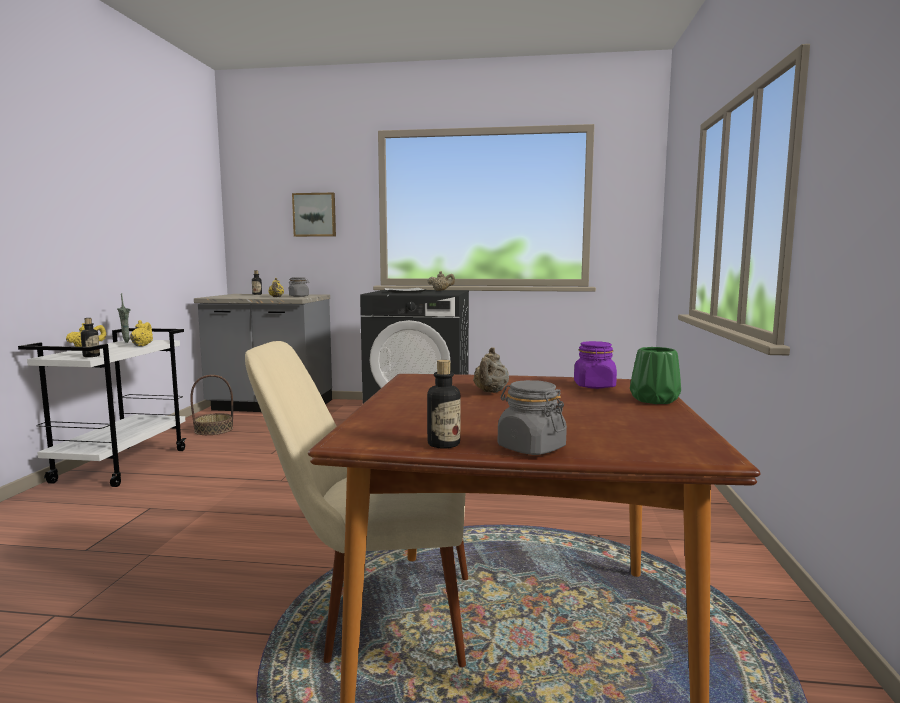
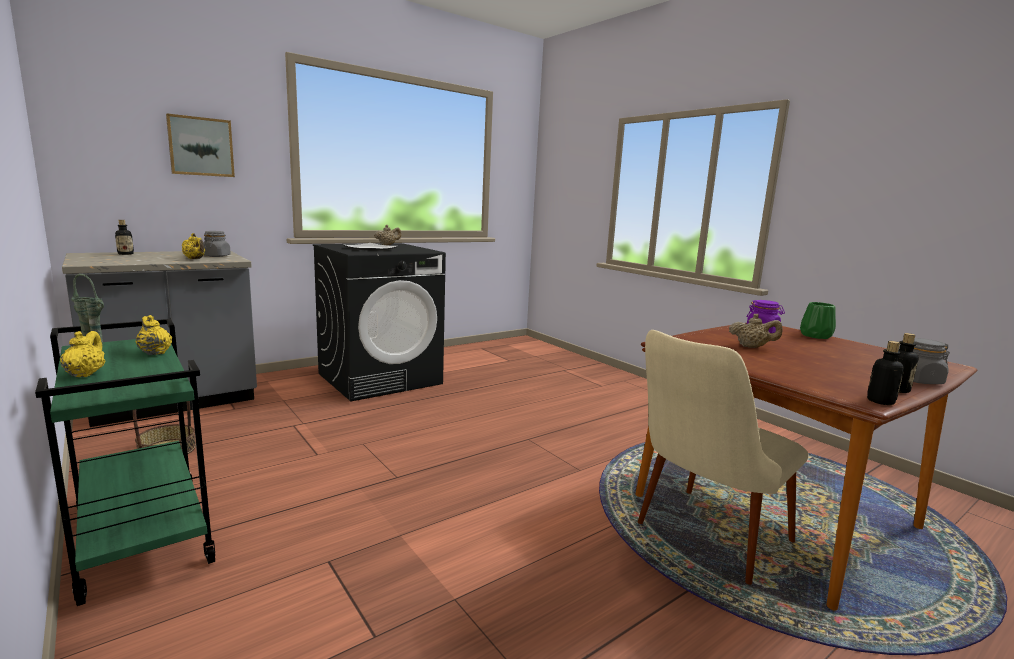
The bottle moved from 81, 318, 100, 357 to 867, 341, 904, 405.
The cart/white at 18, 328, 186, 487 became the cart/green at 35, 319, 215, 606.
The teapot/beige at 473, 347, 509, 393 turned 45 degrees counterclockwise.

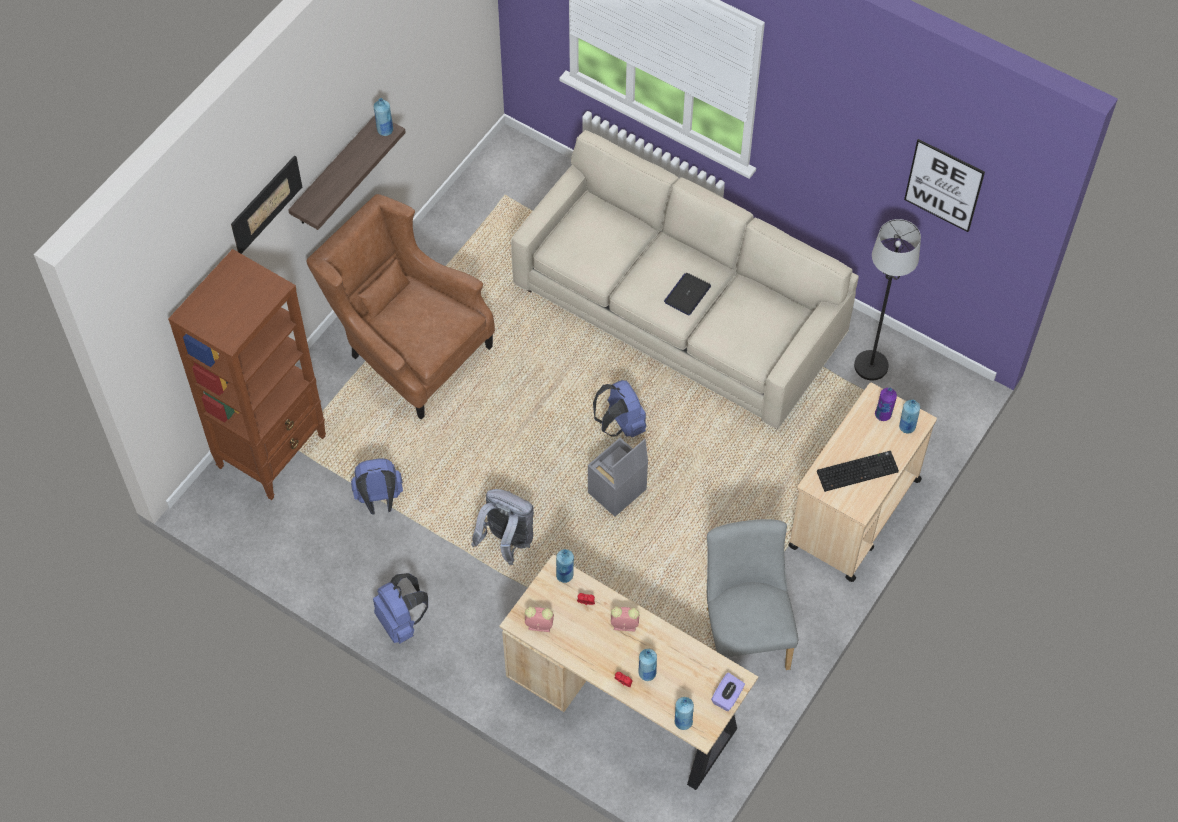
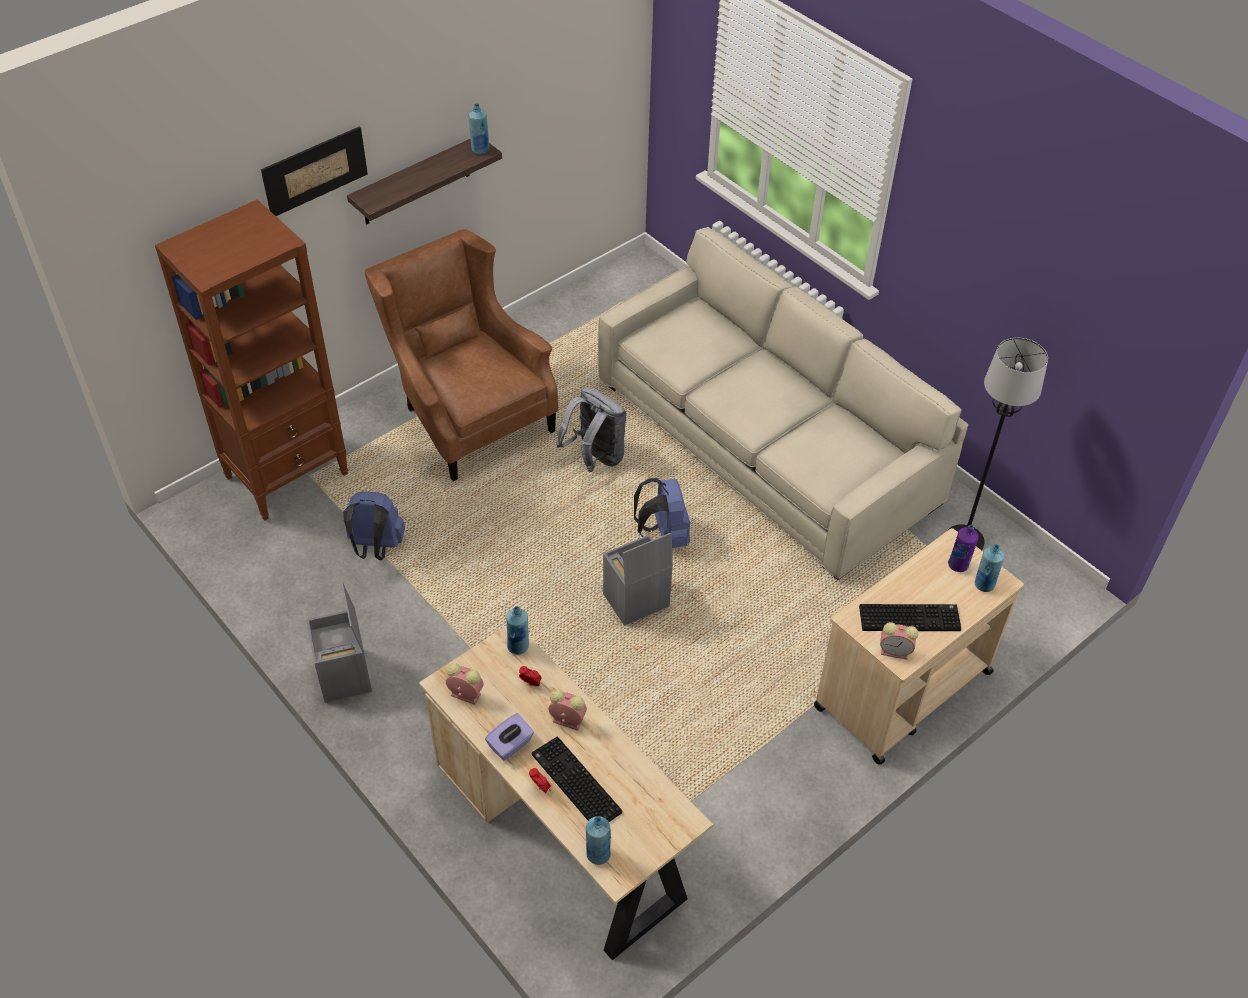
The laptop at 664, 273, 711, 316 disappeared.
The chair/grey at 707, 519, 798, 670 disappeared.
The picture at 904, 139, 985, 232 disappeared.
The alarm clock at 880, 622, 918, 660 appeared.
The backpack/grey moved from 471, 489, 534, 565 to 556, 388, 627, 472.
The tissue box/purple moved from 711, 672, 745, 711 to 485, 713, 534, 761.
The backpack/blue at 373, 573, 428, 644 was replaced by the storage box/grey at 306, 581, 372, 703.
The bottle/blue at 639, 649, 657, 681 was replaced by the keyboard at 532, 736, 622, 822.

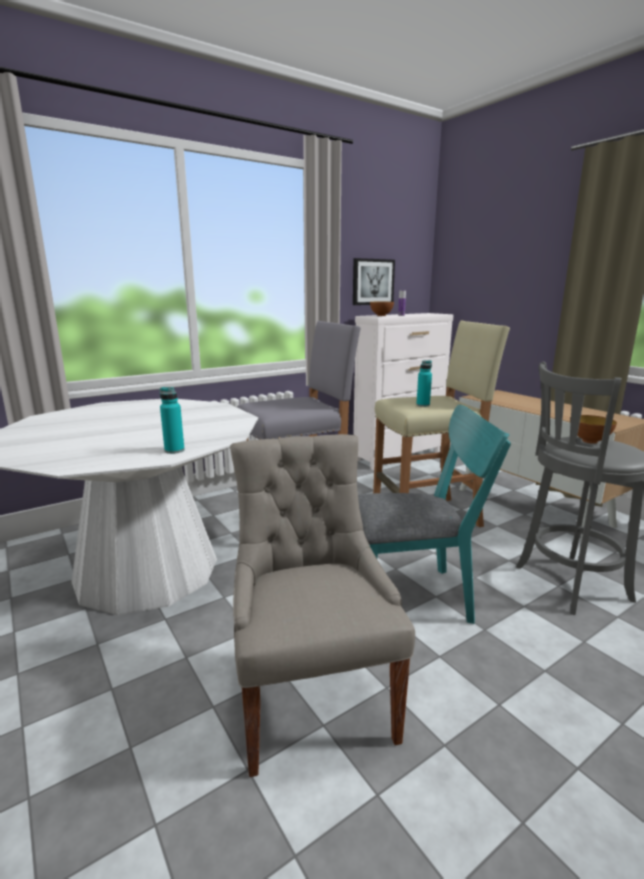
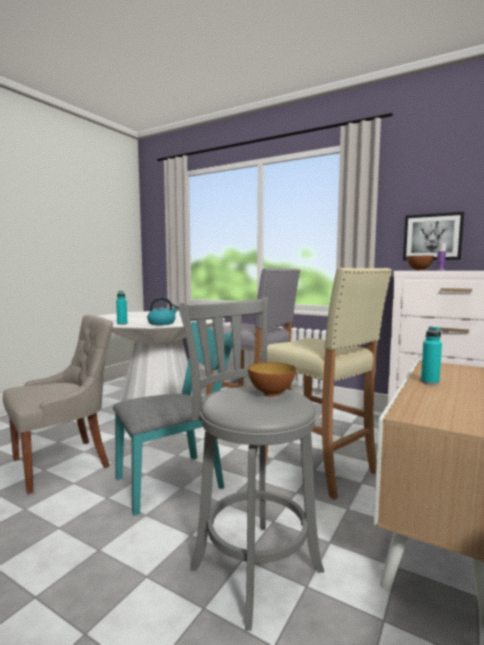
The kettle at 147, 297, 179, 325 appeared.
The bottle/turquoise moved from 416, 360, 432, 407 to 421, 326, 442, 385.
The chair/turquoise at 358, 405, 511, 624 turned 90 degrees counterclockwise.

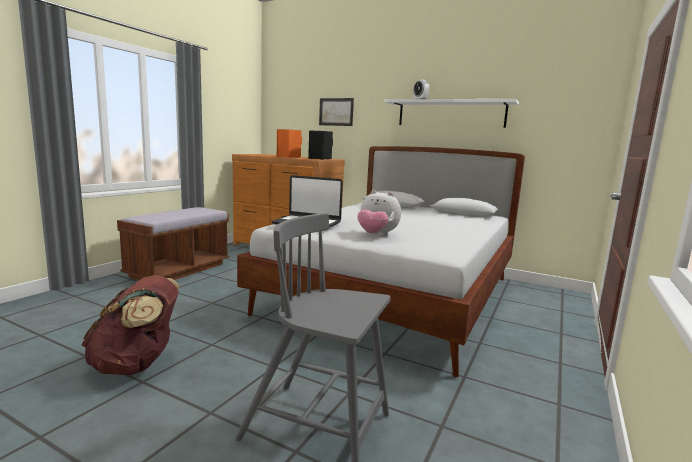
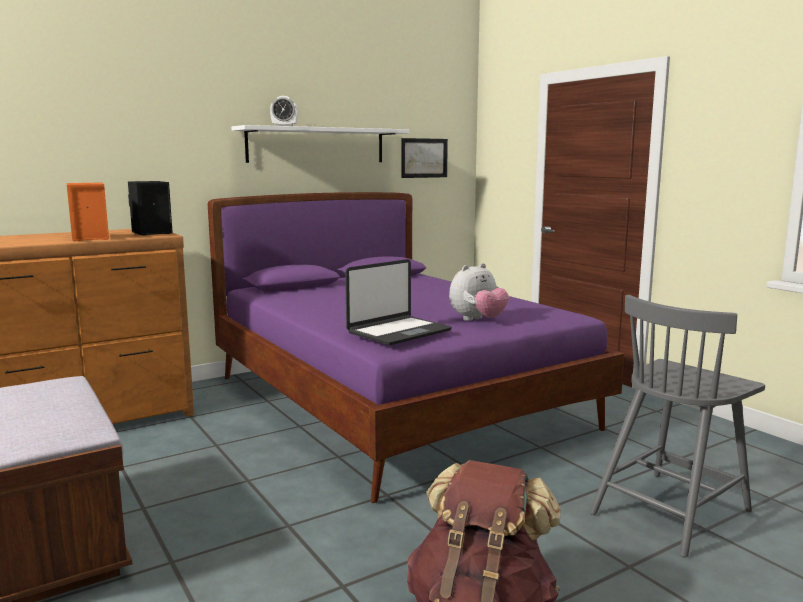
The picture moved from 319, 98, 354, 126 to 401, 138, 448, 178.
The bed/white at 237, 146, 525, 377 became the bed/purple at 208, 192, 624, 503.

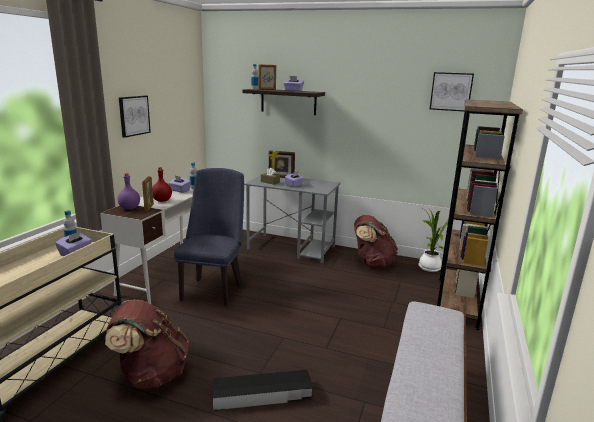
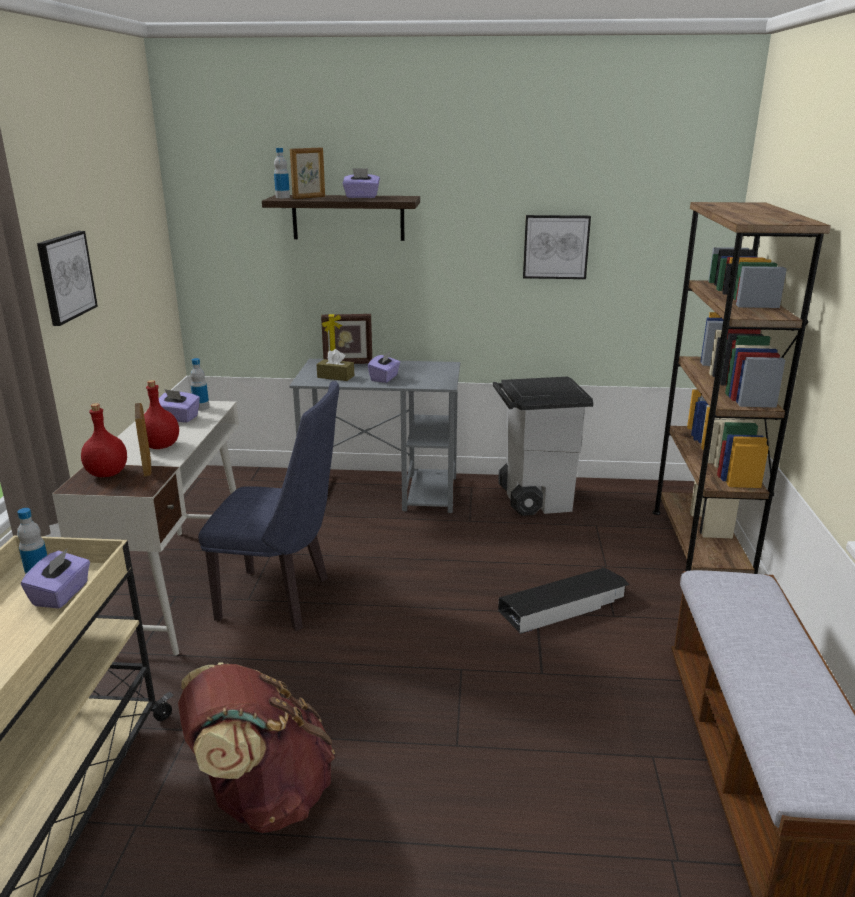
The potted plant at 419, 209, 448, 272 disappeared.
The storage box/black moved from 213, 370, 313, 410 to 498, 568, 630, 634.
The picture moved from 430, 72, 474, 112 to 523, 215, 591, 279.
The backpack/brown at 354, 215, 398, 267 was replaced by the trash can/grey at 493, 377, 593, 516.
The bottle/purple at 117, 173, 140, 210 became the bottle/red at 81, 403, 127, 477.
The chair/blue at 174, 168, 244, 307 turned 105 degrees clockwise.

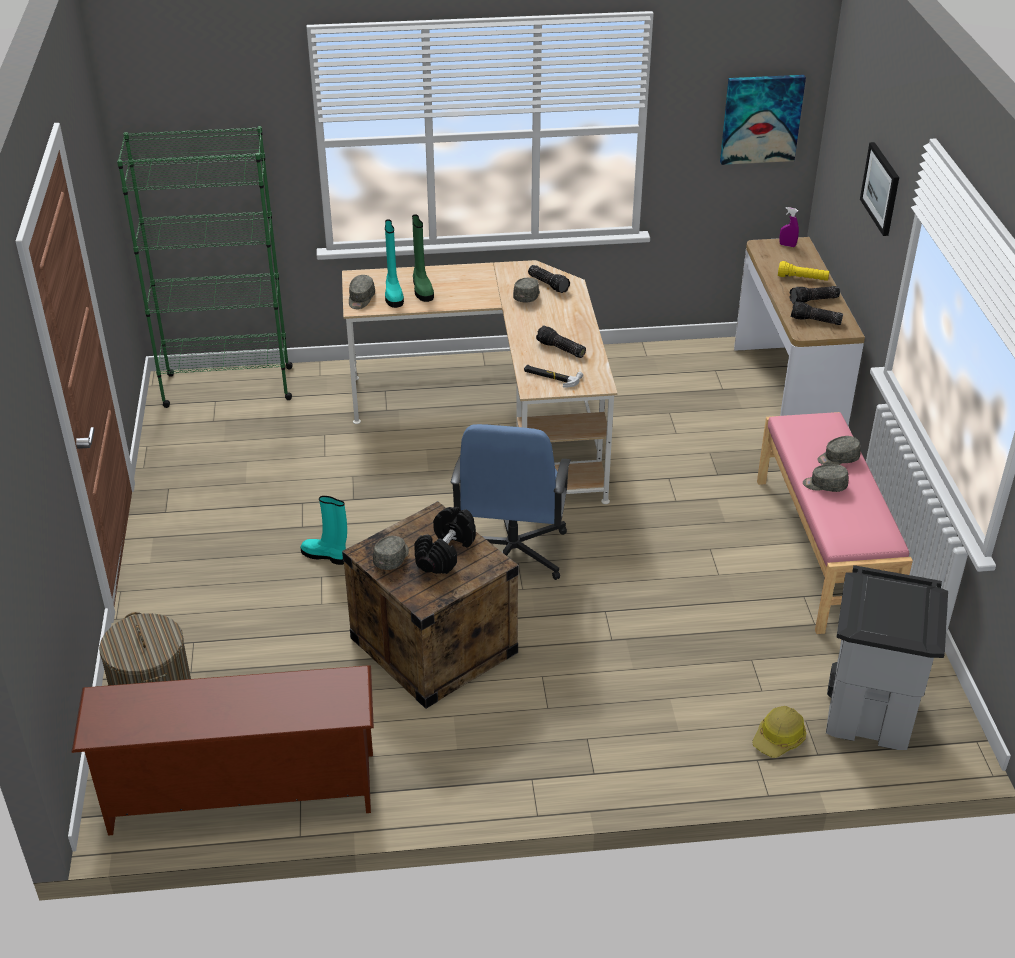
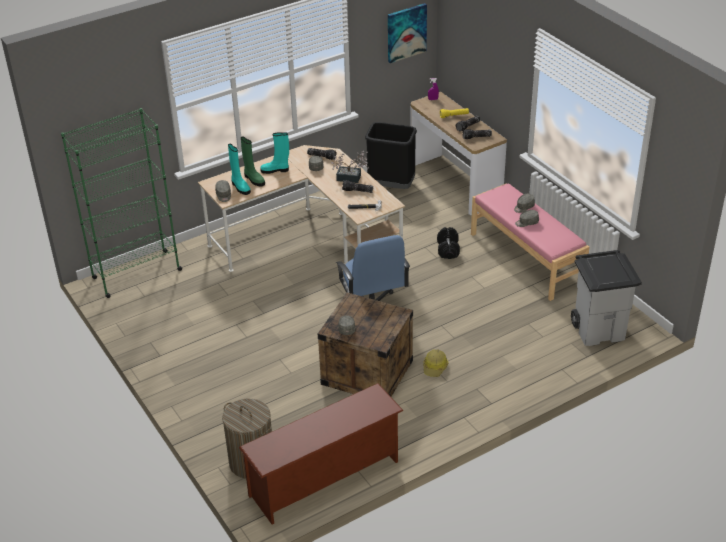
The picture at 860, 142, 899, 236 disappeared.
The potted plant at 331, 151, 369, 183 appeared.
The trash can/black at 365, 122, 417, 189 appeared.
The boot/turquoise moved from 301, 496, 347, 565 to 260, 132, 289, 174.
The dumbbell/black moved from 414, 507, 476, 574 to 437, 227, 460, 259.
The hard hat moved from 752, 706, 806, 758 to 423, 350, 448, 377.

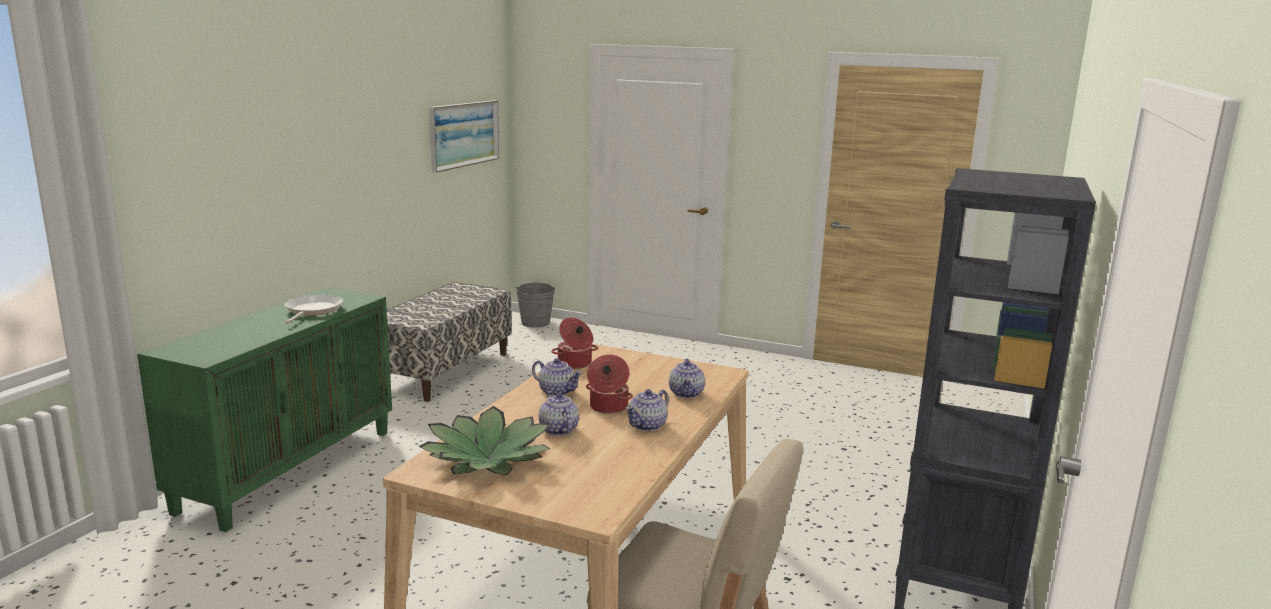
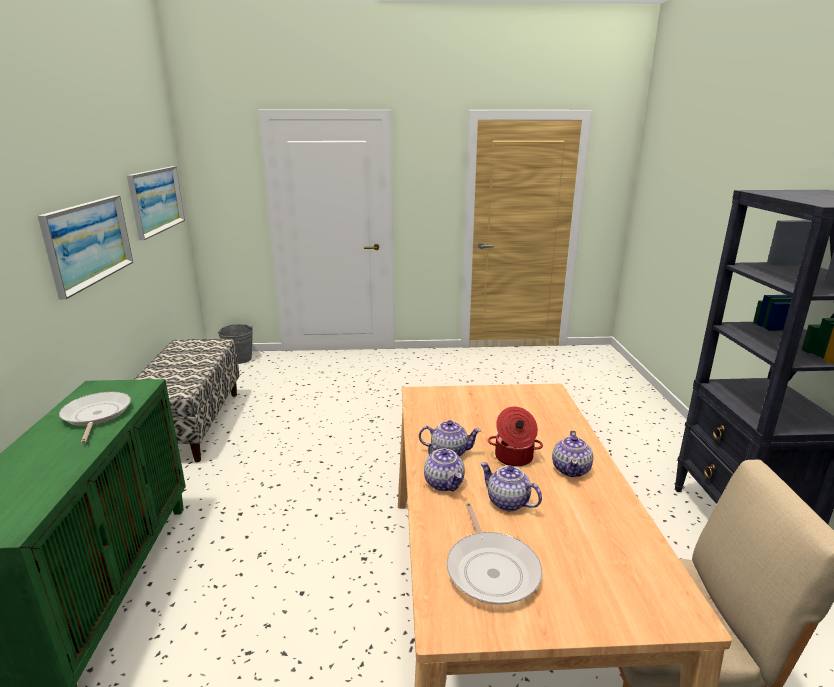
The cooking pot at 551, 318, 598, 369 disappeared.
The picture at 38, 195, 133, 300 appeared.
The teapot moved from 669, 359, 705, 398 to 424, 443, 465, 492.
The potted plant at 418, 406, 550, 475 was replaced by the frying pan at 447, 503, 542, 605.

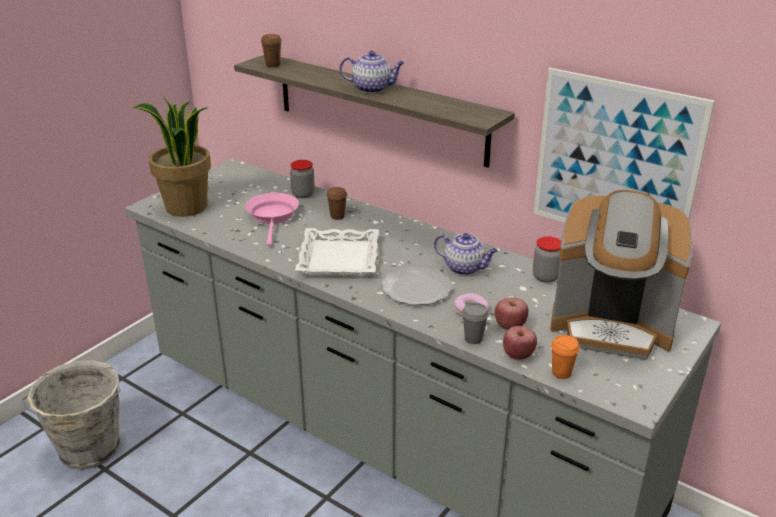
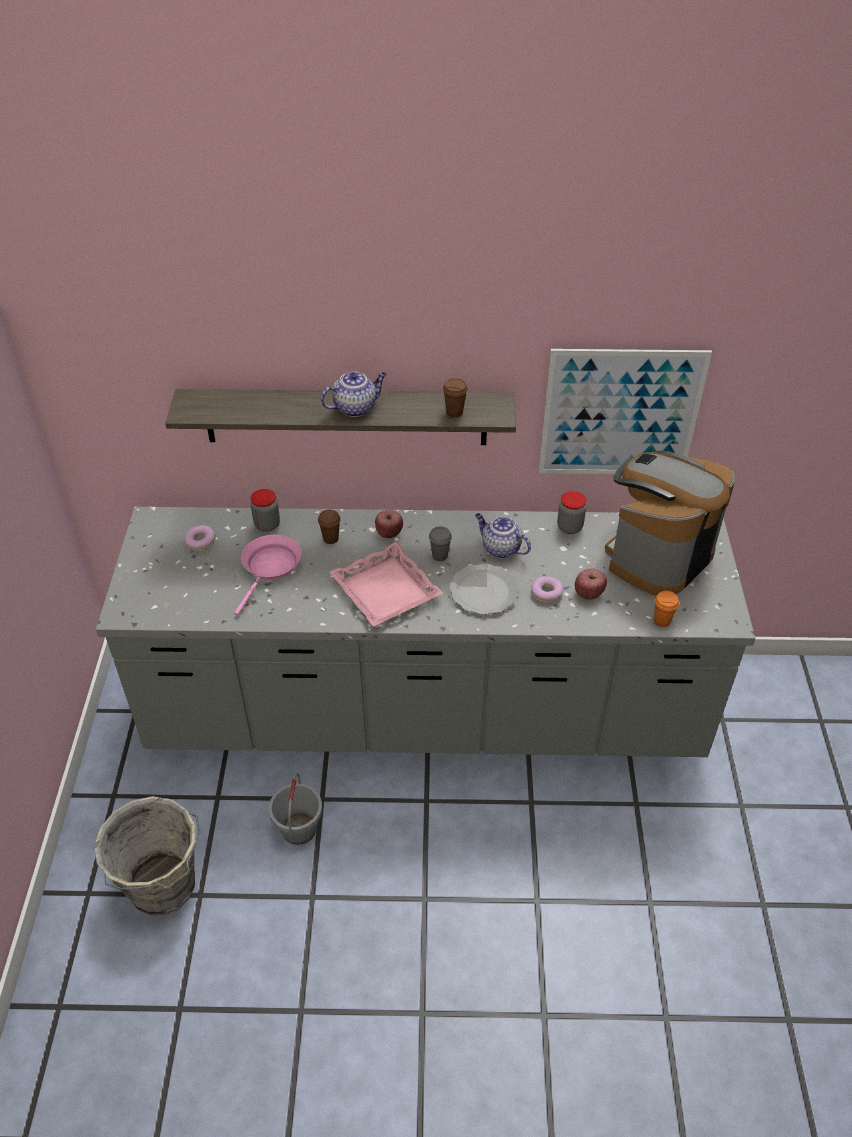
The potted plant at 133, 97, 211, 217 disappeared.
The donut at 184, 525, 215, 550 appeared.
The bucket/grey at 269, 773, 322, 845 appeared.
The cup/brown moved from 261, 34, 282, 67 to 443, 378, 468, 417.
The cup/grey moved from 462, 303, 489, 344 to 429, 526, 452, 561.
The apple moved from 503, 326, 537, 360 to 375, 510, 403, 538.
The tray/white at 295, 228, 379, 276 became the tray/pink at 329, 542, 443, 627.
The frying pan/pink at 245, 193, 299, 247 turned 60 degrees clockwise.
The teapot at 434, 233, 498, 275 turned 135 degrees counterclockwise.
The coffee machine at 551, 190, 692, 360 turned 150 degrees clockwise.

